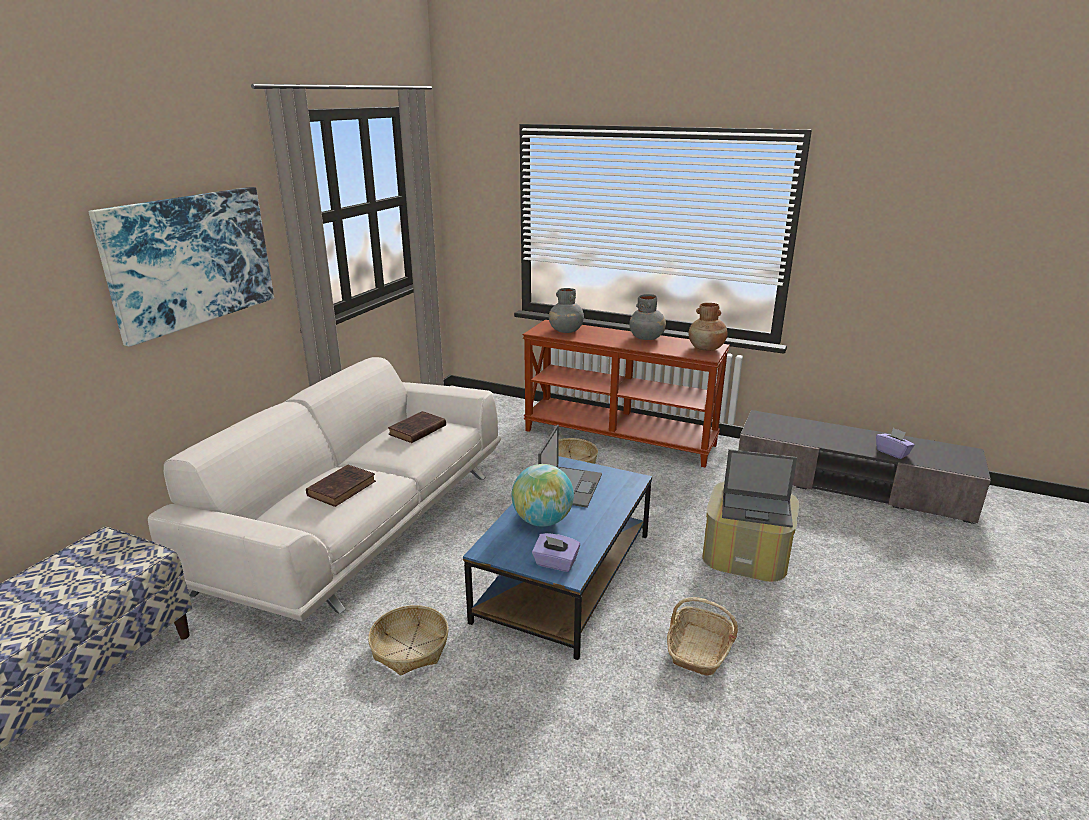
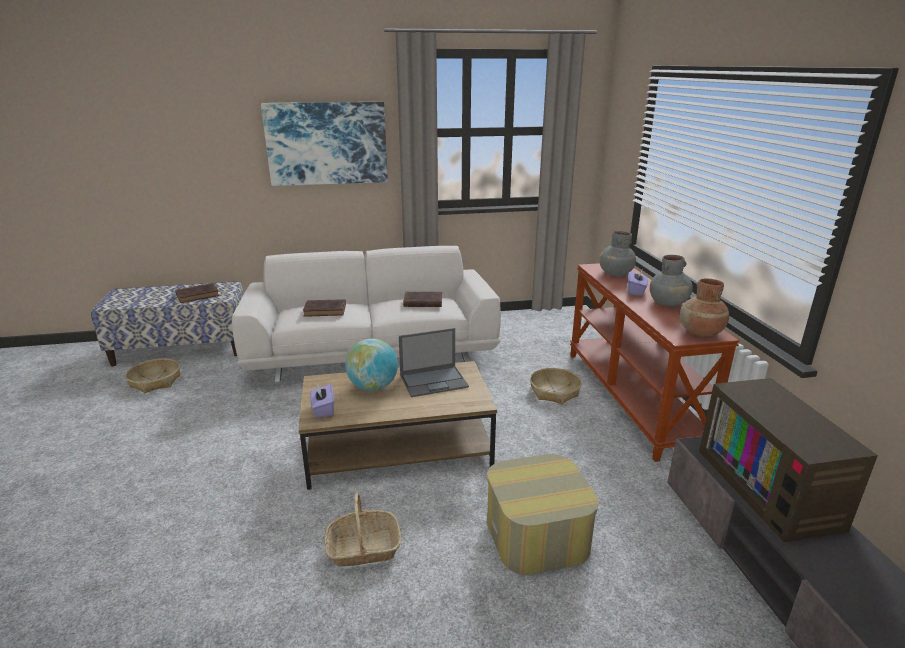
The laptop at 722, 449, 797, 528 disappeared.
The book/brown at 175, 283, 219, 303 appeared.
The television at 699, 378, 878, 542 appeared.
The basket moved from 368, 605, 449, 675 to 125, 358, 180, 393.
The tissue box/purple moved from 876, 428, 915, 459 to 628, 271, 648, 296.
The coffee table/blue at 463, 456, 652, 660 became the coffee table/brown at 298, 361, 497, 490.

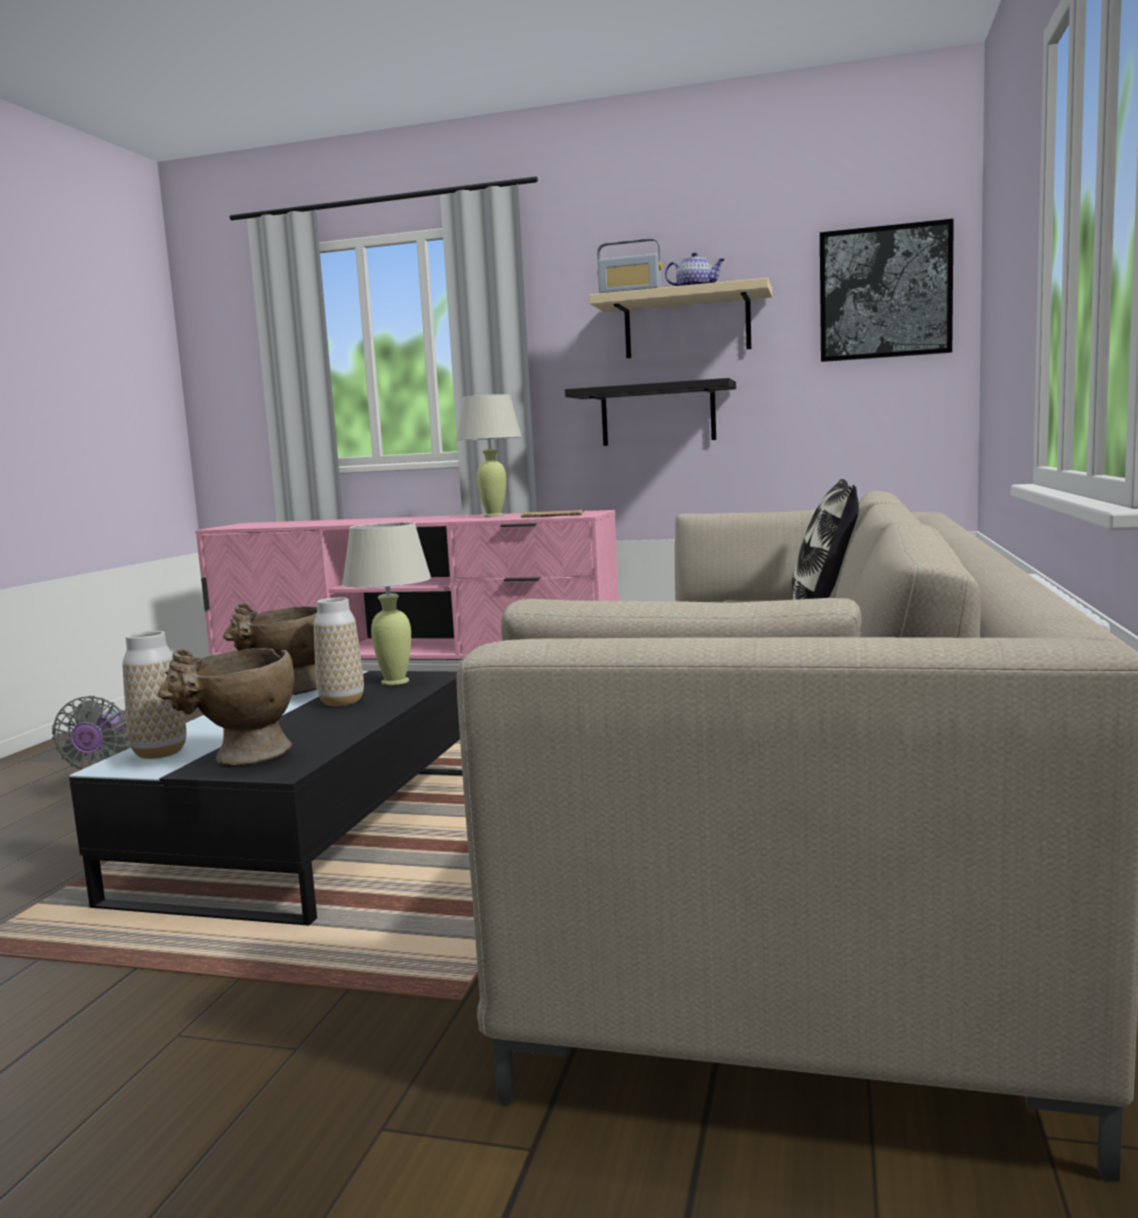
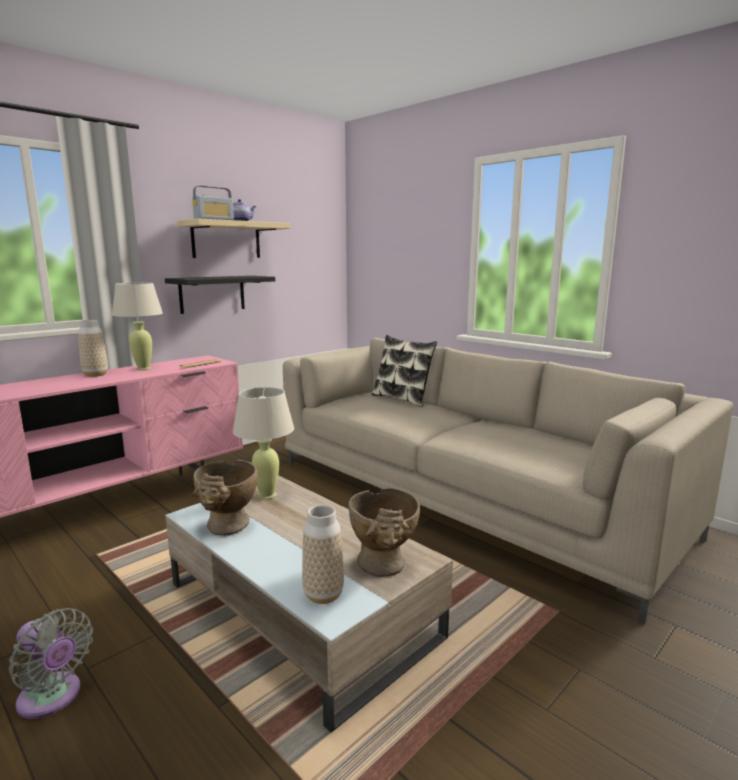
The picture at 820, 219, 954, 362 disappeared.
The vase moved from 314, 597, 364, 706 to 78, 320, 108, 377.
The coffee table/black at 69, 671, 463, 926 became the coffee table/beige at 165, 475, 453, 733.

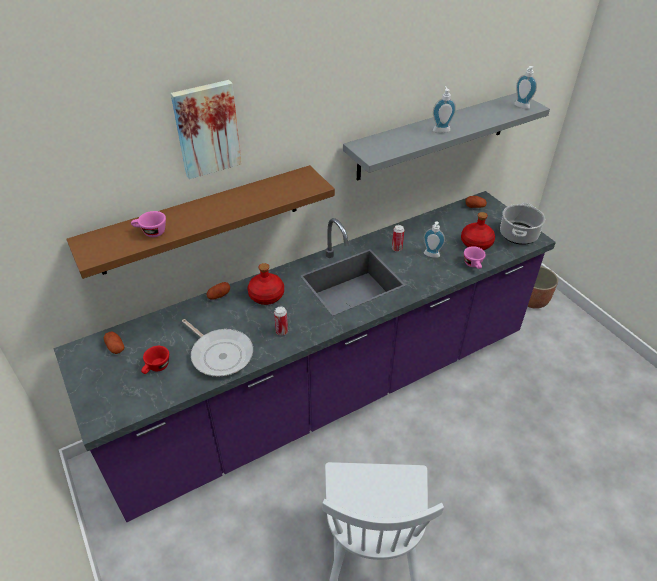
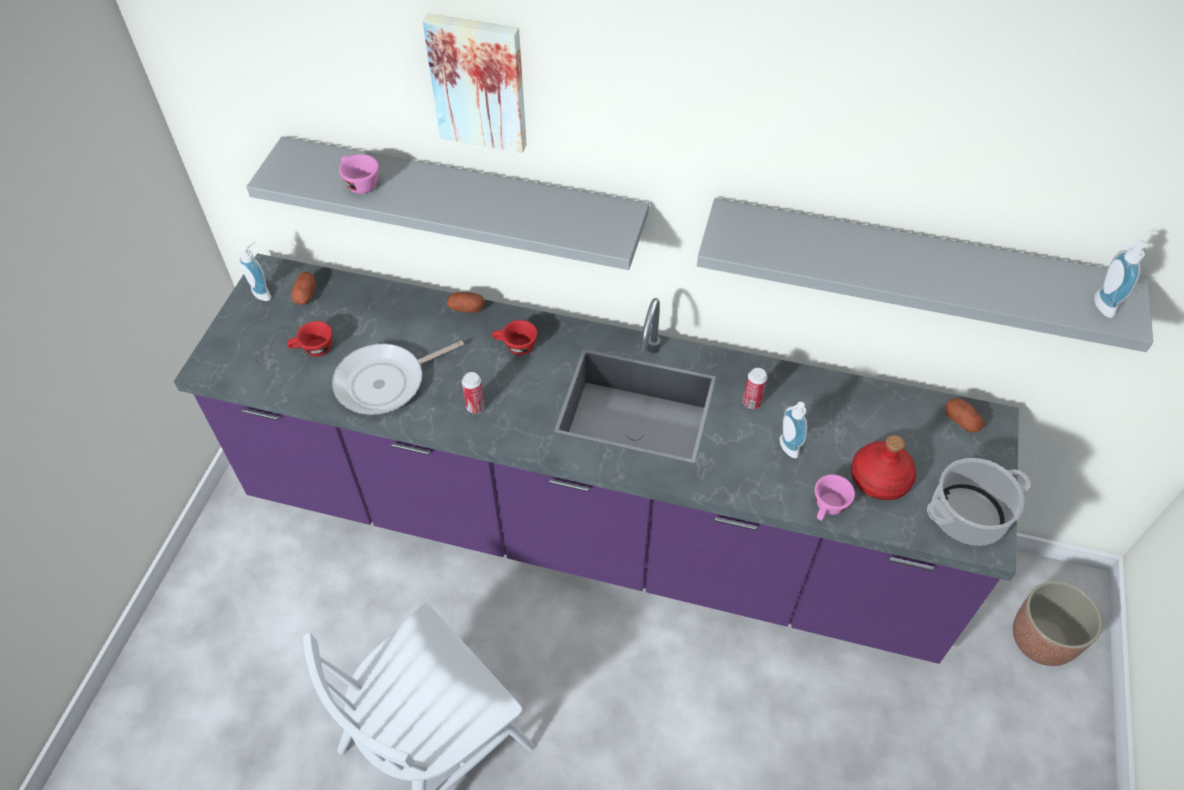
The soap dispenser moved from 433, 86, 456, 133 to 240, 241, 271, 301.
The bottle/red at 248, 263, 284, 305 was replaced by the cup/red at 492, 320, 537, 355.
The shelf/brown at 66, 165, 335, 279 became the shelf/grey at 246, 136, 649, 270.
The frying pan at 182, 319, 253, 377 turned 60 degrees clockwise.

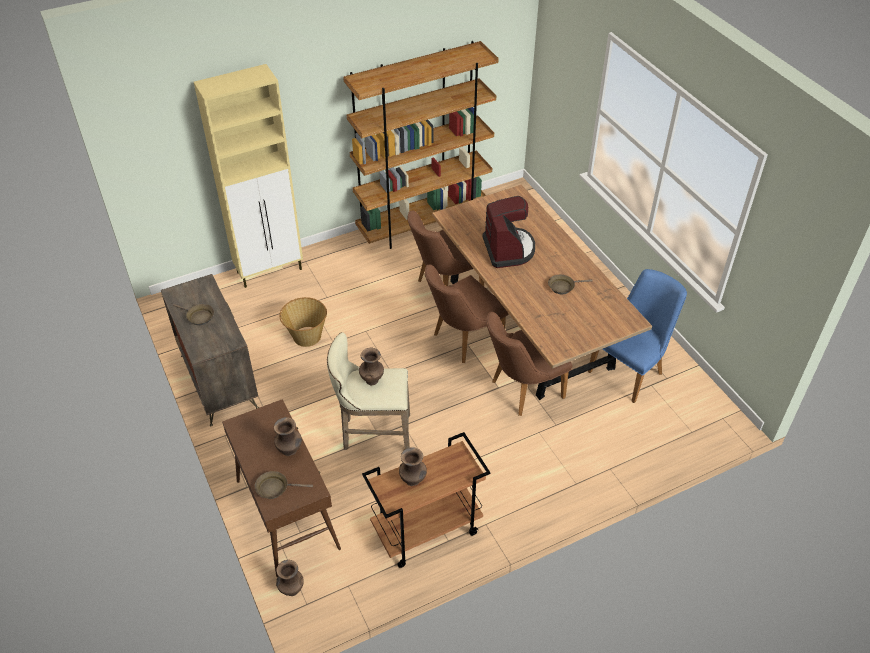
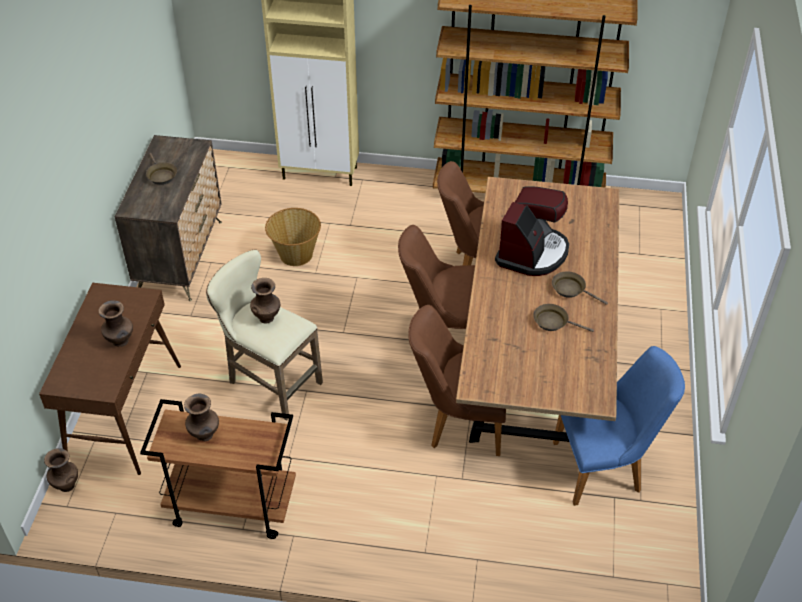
The frying pan/brown moved from 255, 471, 313, 499 to 552, 271, 608, 305.

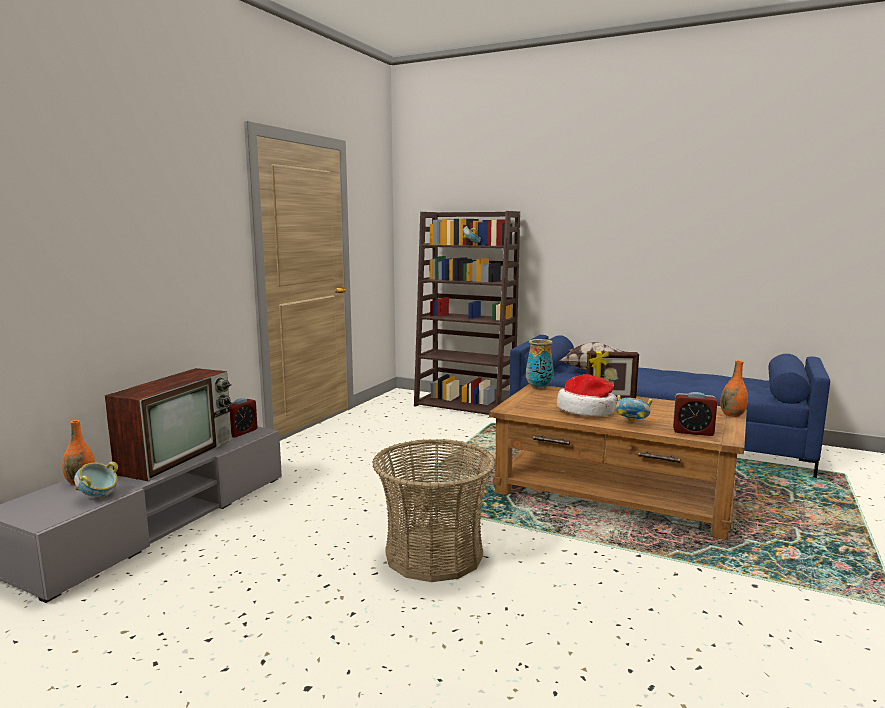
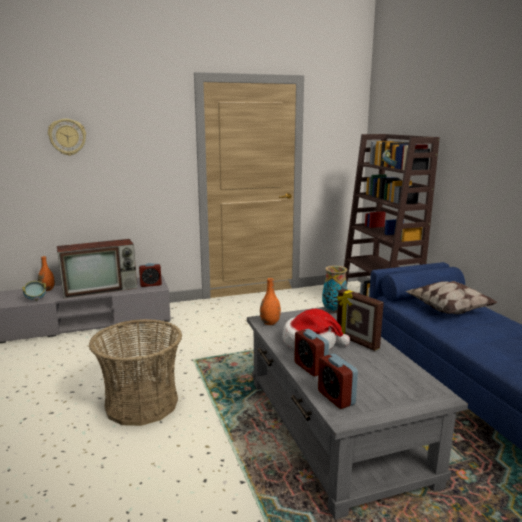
The wall clock at 48, 119, 86, 156 appeared.
The vase/orange moved from 720, 360, 748, 417 to 260, 278, 281, 325.
The bowl at 615, 395, 652, 423 was replaced by the alarm clock at 294, 329, 329, 376.
The coffee table/brown at 489, 384, 747, 540 became the coffee table/grey at 247, 307, 468, 519.

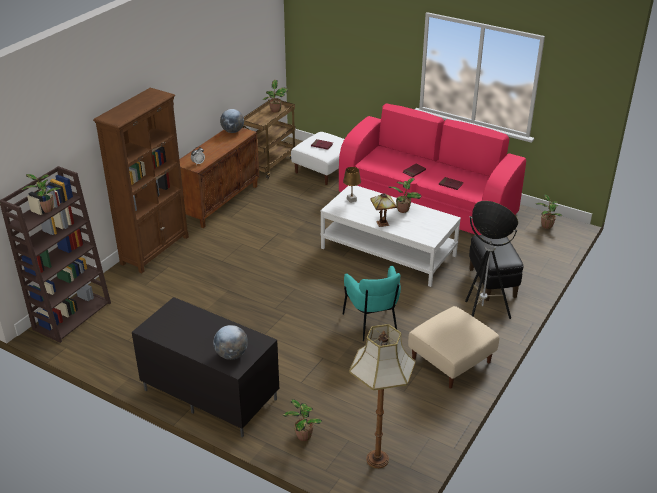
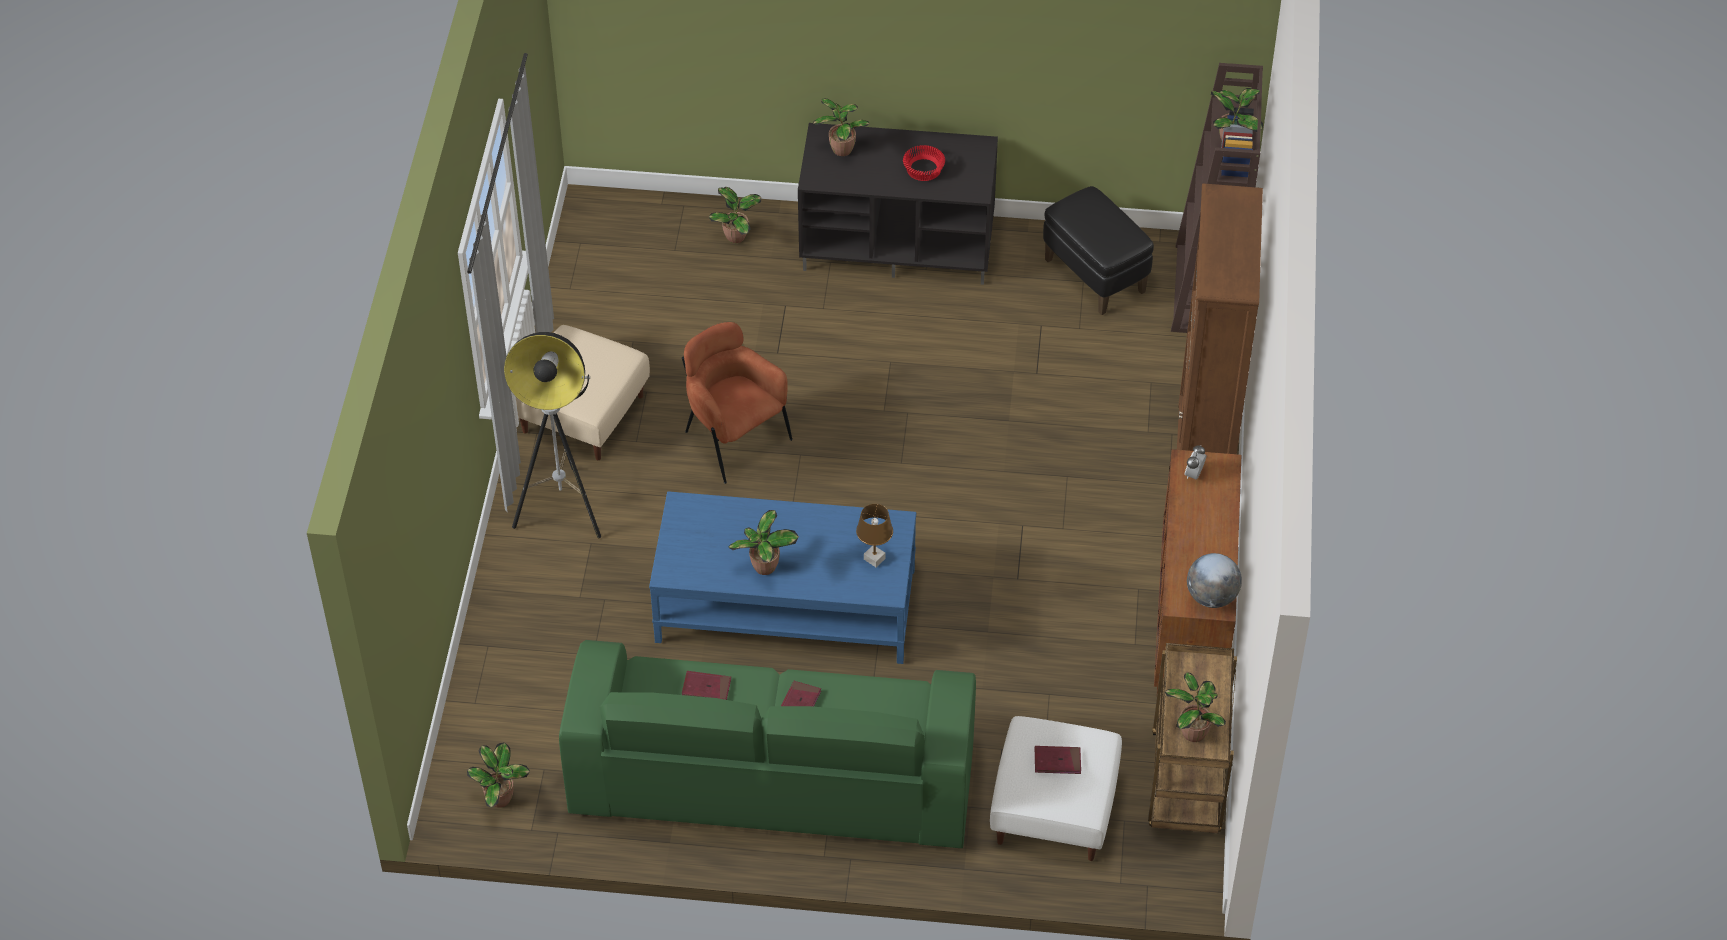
The floor lamp at 349, 324, 416, 468 disappeared.
The table lamp at 370, 193, 397, 227 disappeared.
The bowl/red at 903, 145, 945, 181 appeared.
The ottoman/black moved from 469, 235, 524, 301 to 1043, 186, 1154, 315.
The globe at 213, 325, 248, 360 was replaced by the potted plant at 813, 98, 870, 156.
The coffee table/white at 320, 186, 461, 287 became the coffee table/blue at 649, 491, 916, 664.
The sofa/pink at 339, 103, 526, 235 became the sofa/green at 559, 640, 976, 848.
The armchair/turquoise at 343, 266, 401, 341 became the armchair/brown at 682, 322, 793, 484.

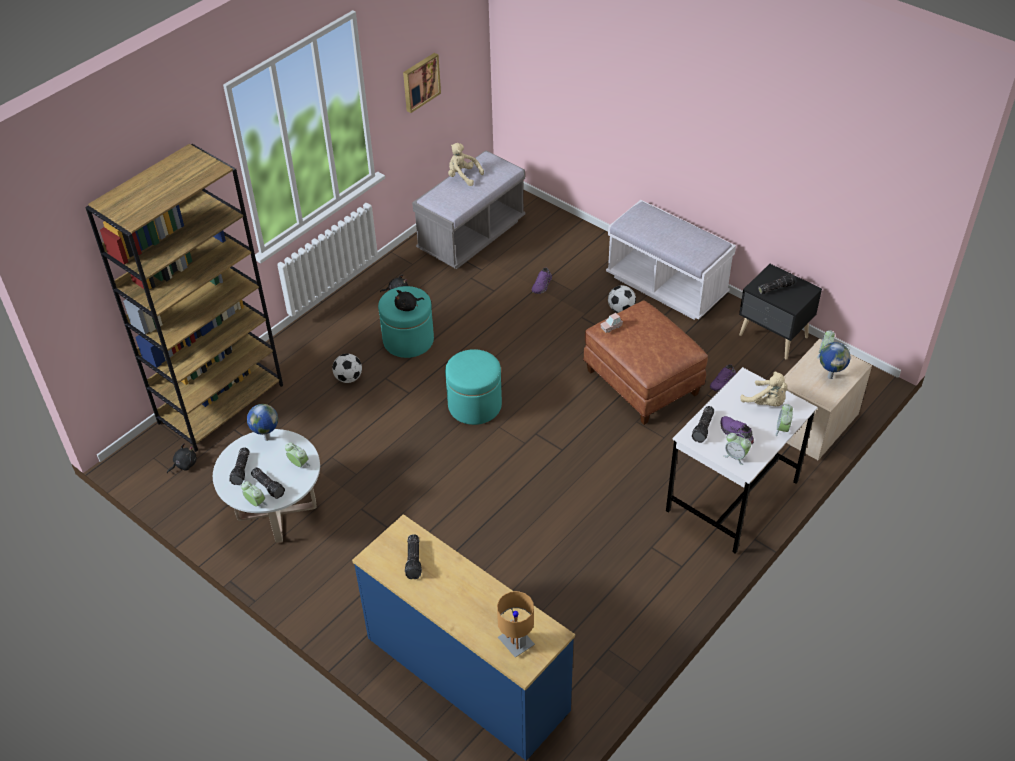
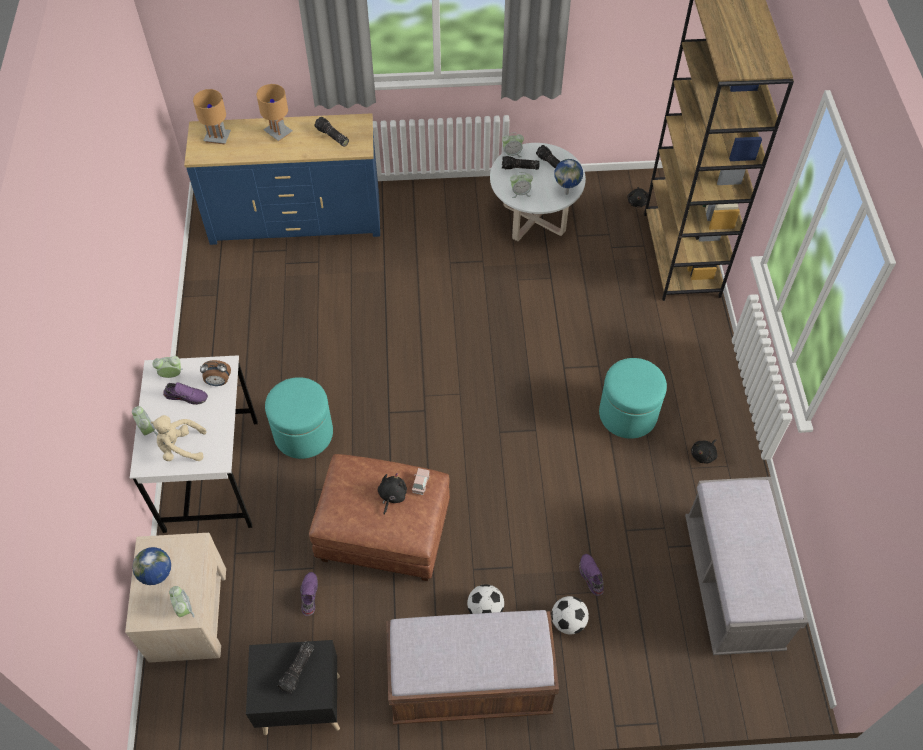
The picture at 403, 53, 441, 113 disappeared.
The plush toy/beige at 448, 143, 484, 186 disappeared.
The table lamp/brown at 256, 84, 292, 141 appeared.
The football moved from 332, 354, 362, 383 to 551, 596, 589, 635.
The plush toy/black moved from 395, 290, 424, 311 to 378, 473, 407, 515.
The ottoman/turquoise moved from 445, 349, 502, 425 to 265, 377, 333, 459.
The flashlight at 692, 406, 714, 443 was replaced by the alarm clock at 200, 360, 231, 386.
The bench/white at 606, 200, 736, 320 became the bench/brown at 386, 610, 559, 725.

